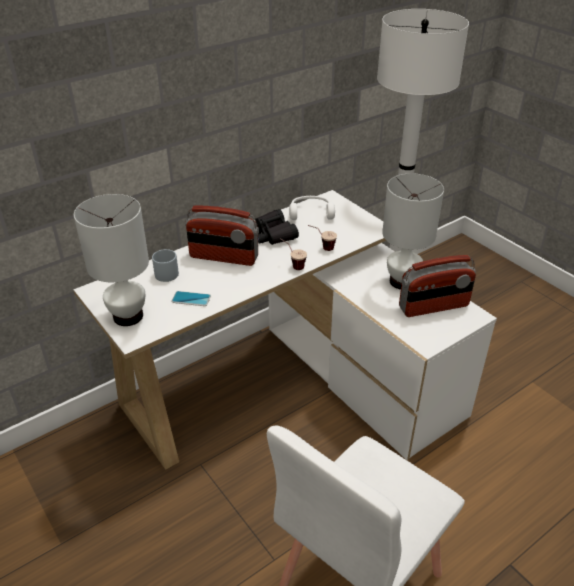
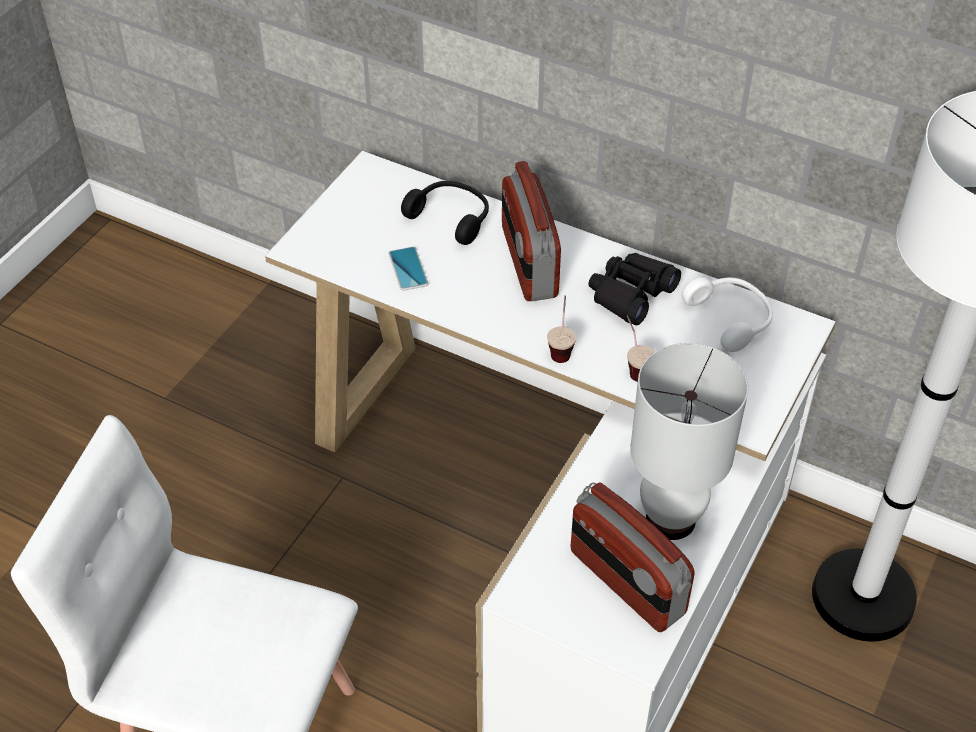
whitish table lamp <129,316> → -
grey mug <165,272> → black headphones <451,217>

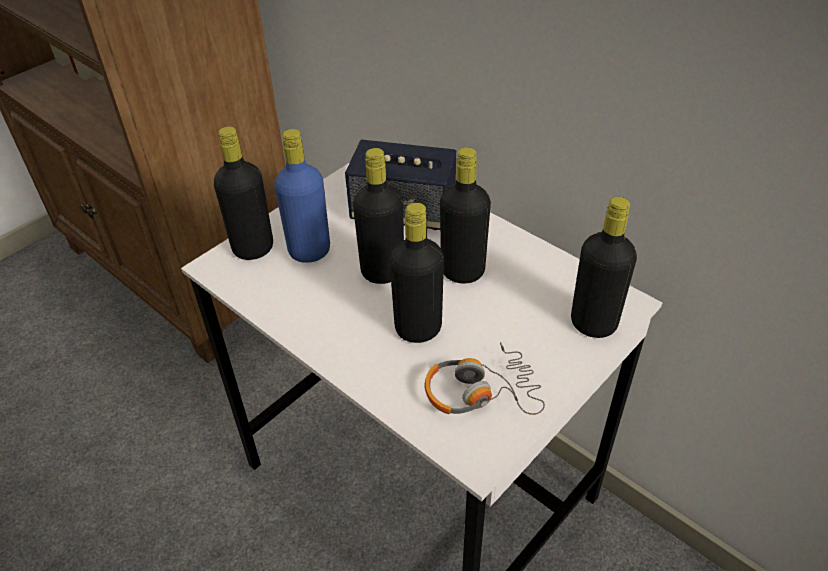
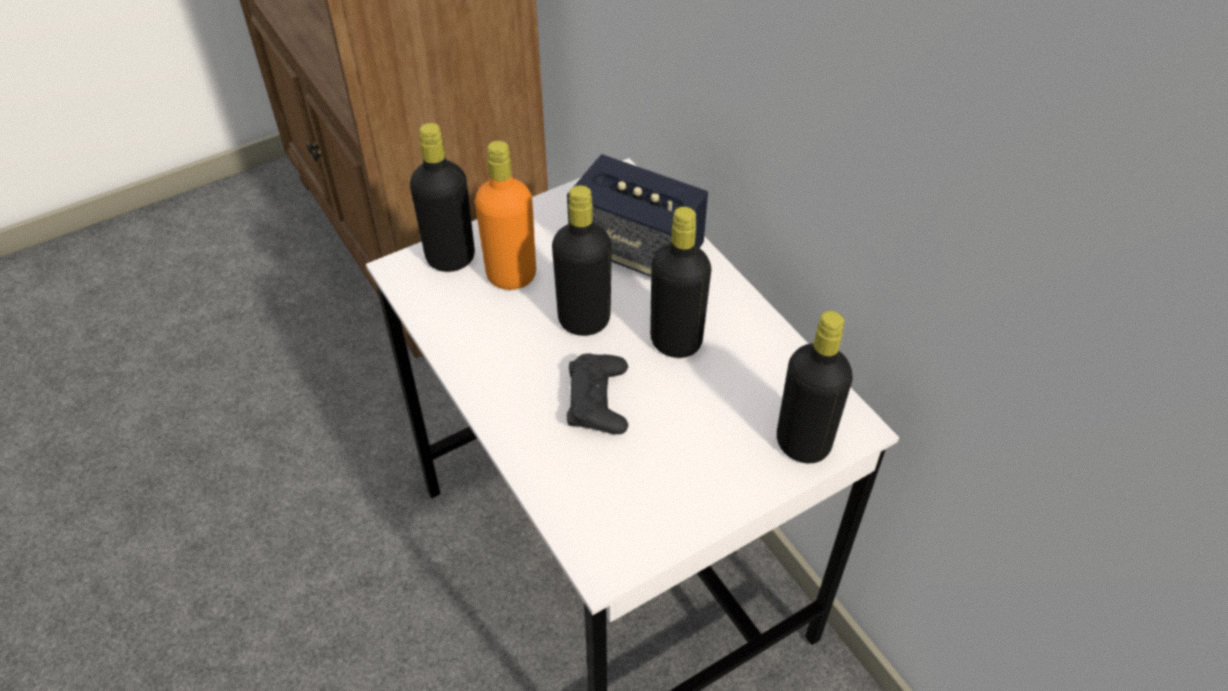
bluish drink bottle <309,251> → orange drink bottle <511,276>
black drink bottle <418,329> → black joypad <598,400>
headphones <480,392> → -

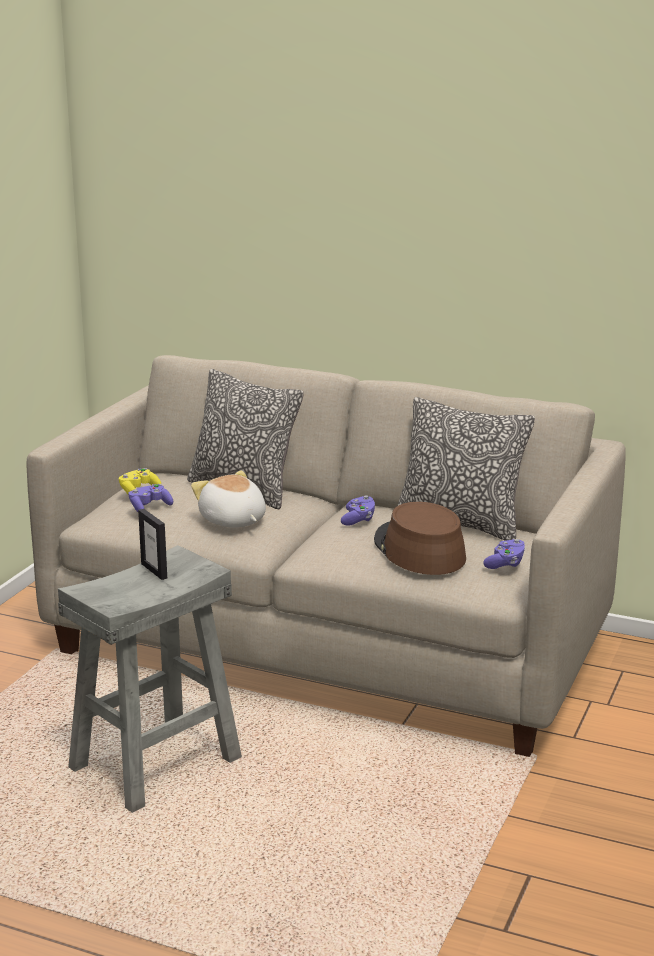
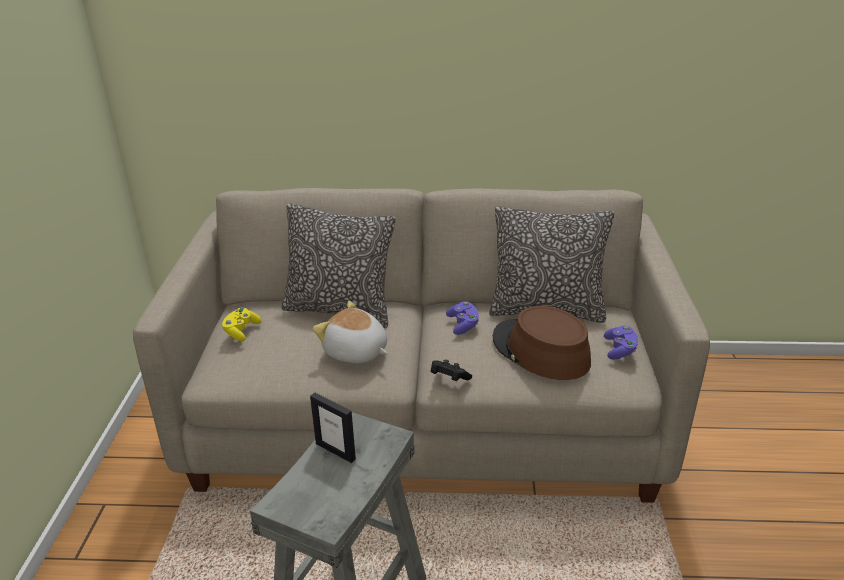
purple-coloured joypad <149,507> → -
- → black joypad <449,378>

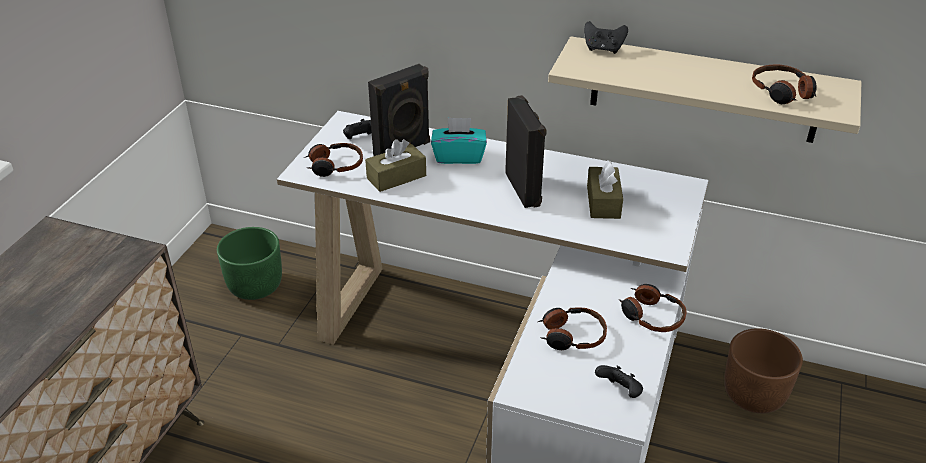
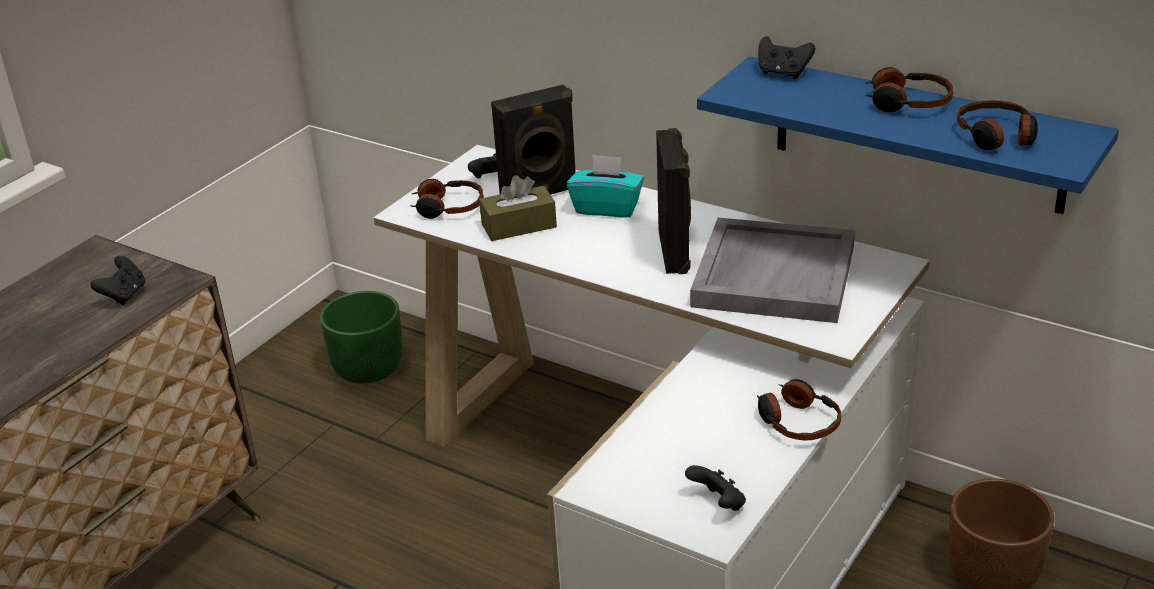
headphones <571,336> → headphones <907,102>, moved
beige-coloured shelf <704,90> → bluish shelf <918,135>
brownish tissue box <603,202> → grey serving tray <773,275>
- → black joypad <124,295>

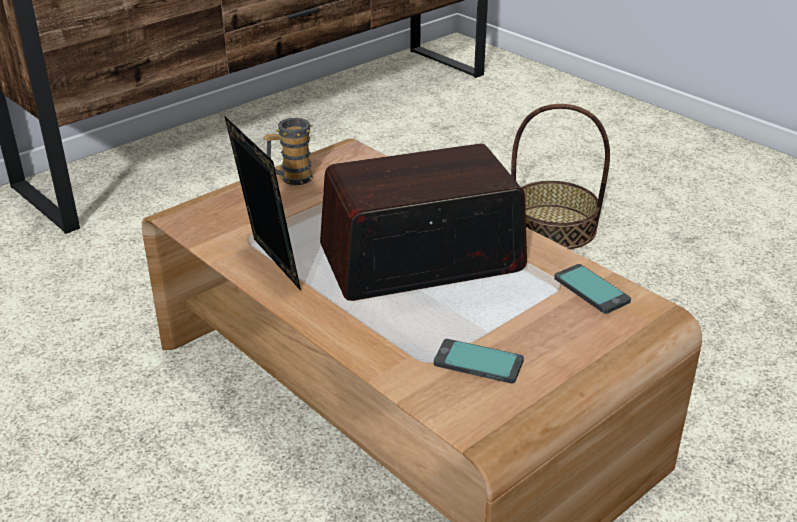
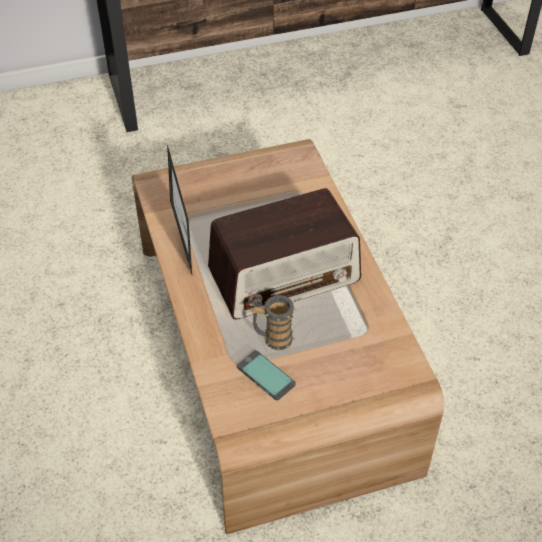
mug <291,178> → mug <273,338>, moved
radio <420,260> → radio <285,275>, 150 degrees clockwise
basket <553,227> → -
handset <591,290> → -

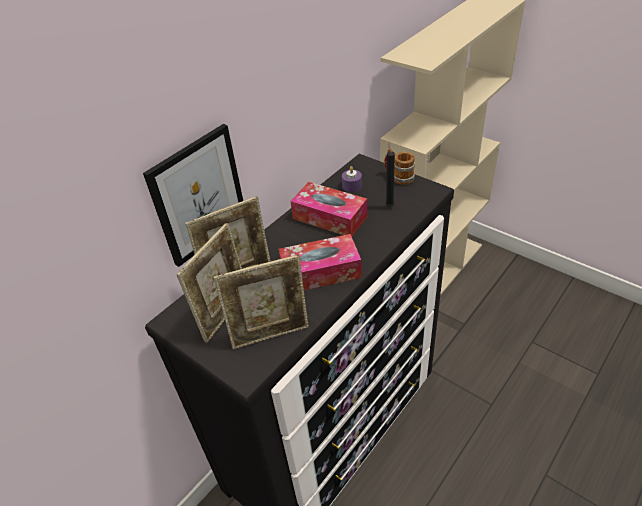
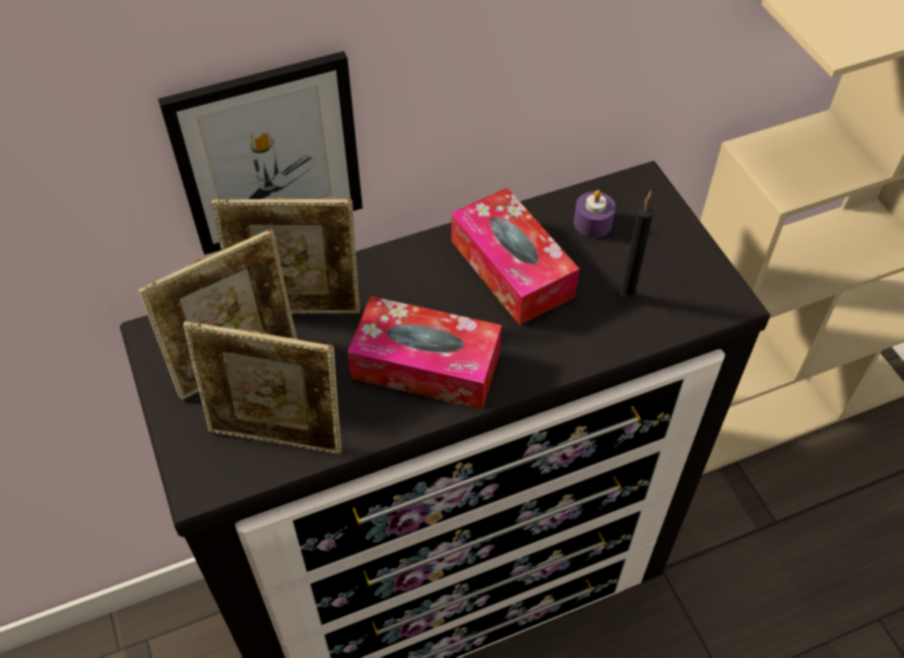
mug <399,177> → -

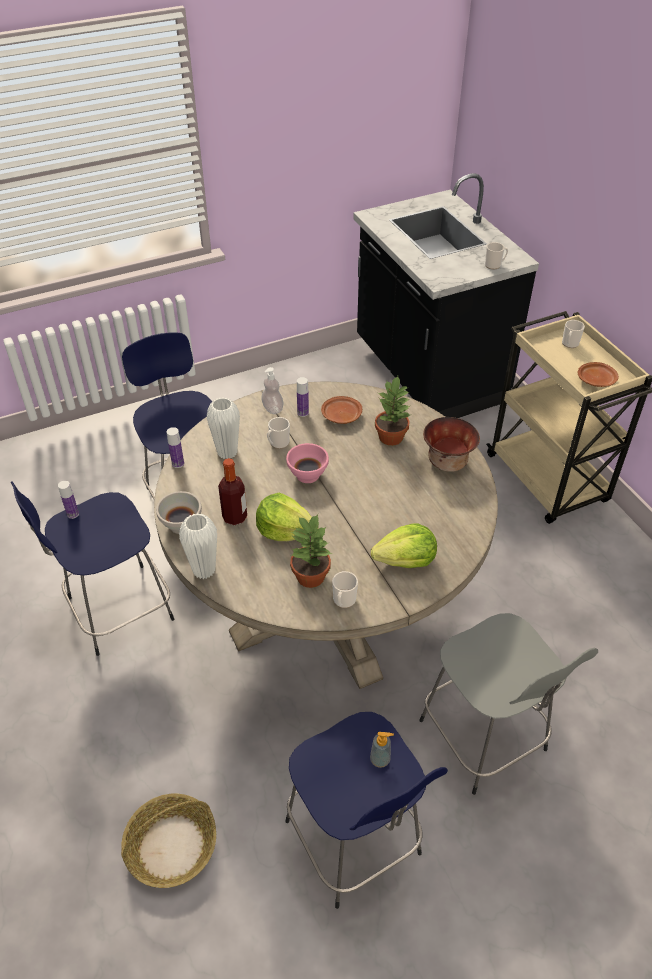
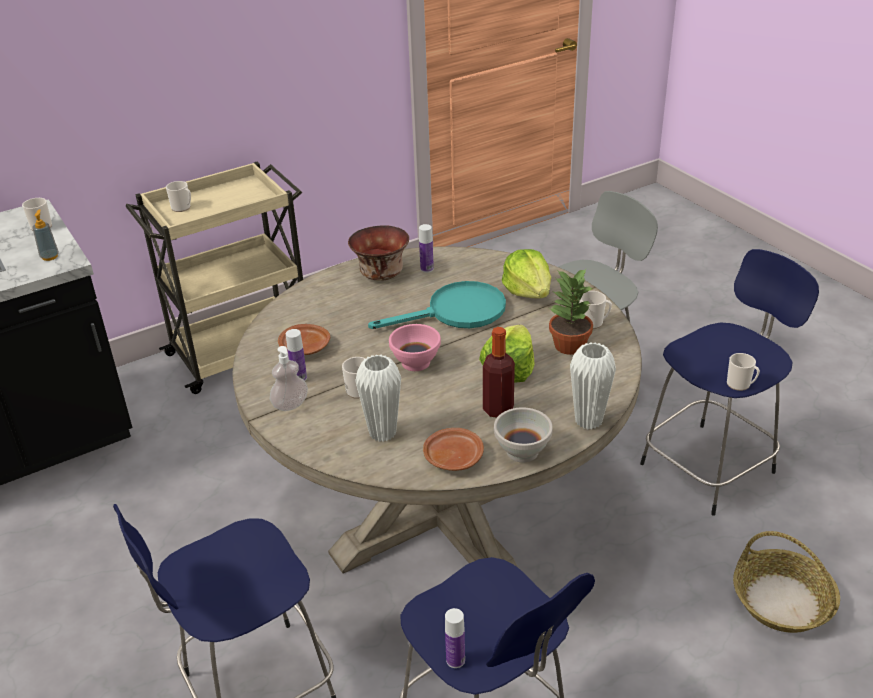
drink bottle <178,463> → drink bottle <427,269>, moved
soap bottle <380,759> → soap bottle <50,256>, moved
potted plant <391,437> → -
brownish plate <596,380> → brownish plate <453,457>, moved
- → blue-green frying pan <456,312>
- → mug <741,385>

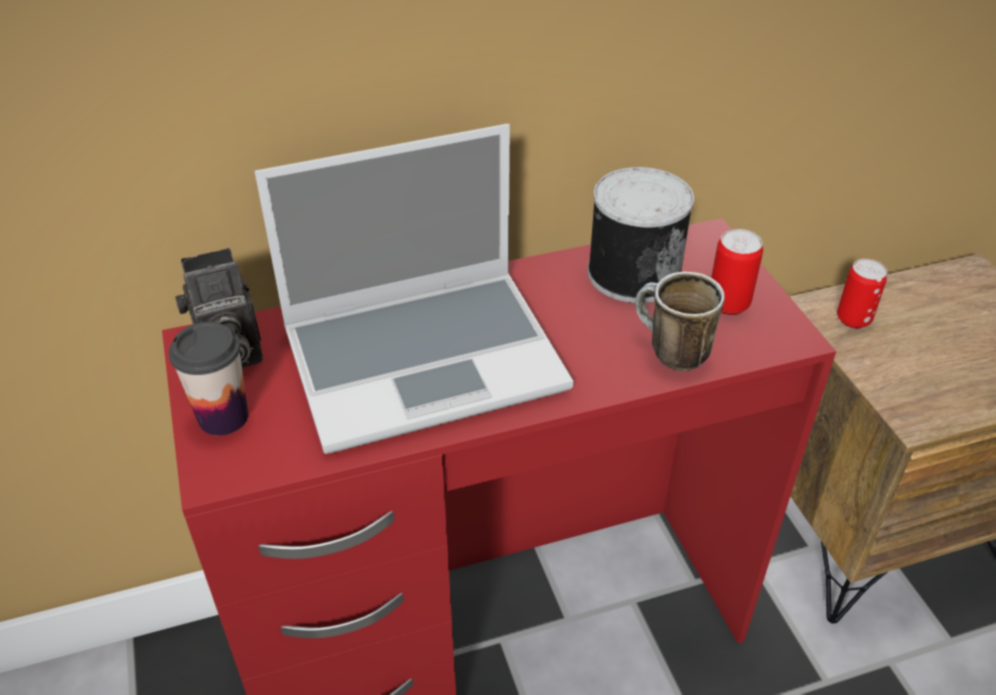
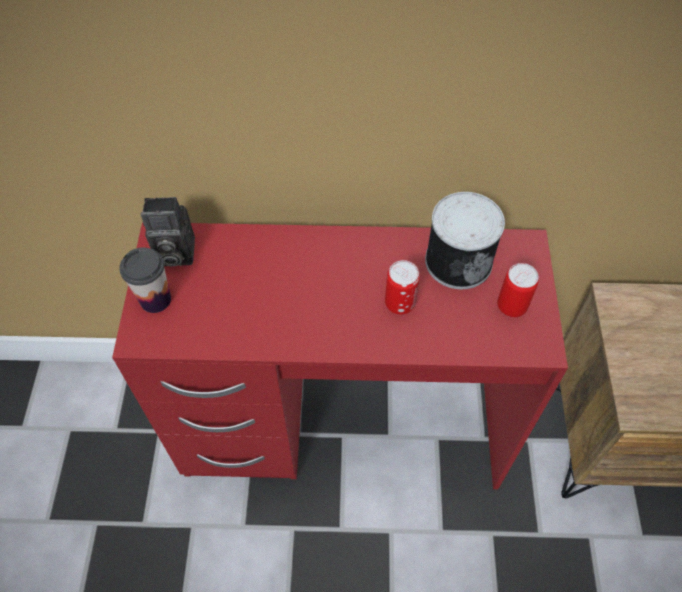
notebook computer <426,358> → -
mug <668,353> → -
can <853,319> → can <400,303>, moved

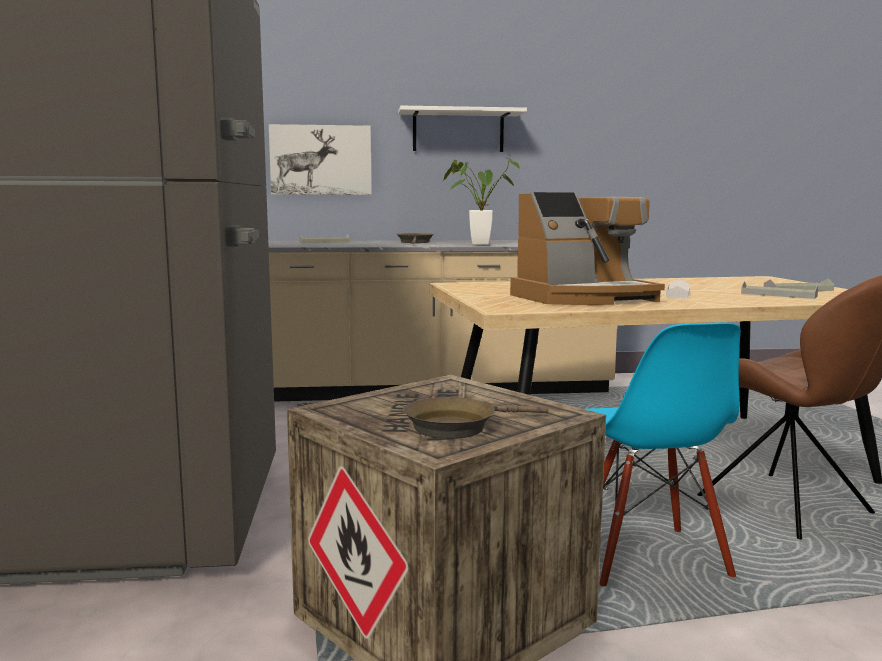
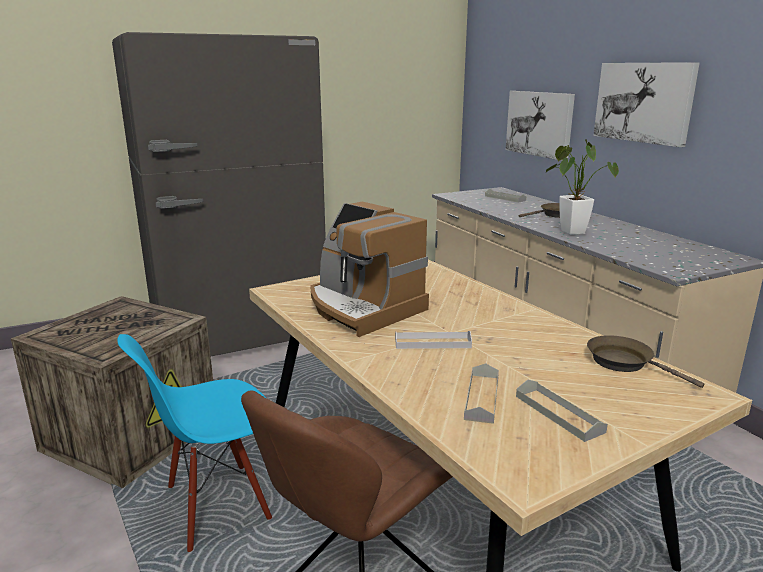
whitish shelf <458,131> → picture <644,102>
brownish frying pan <457,427> → brownish frying pan <624,363>, moved

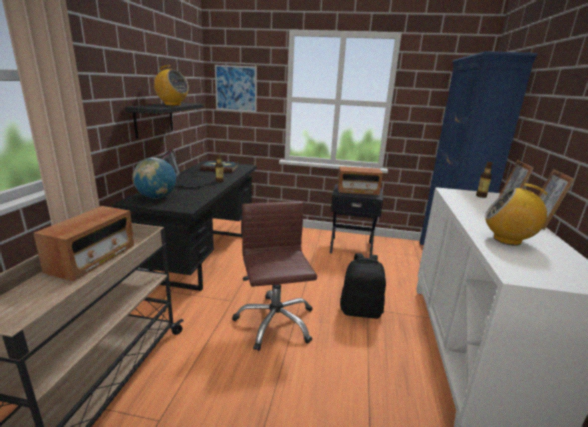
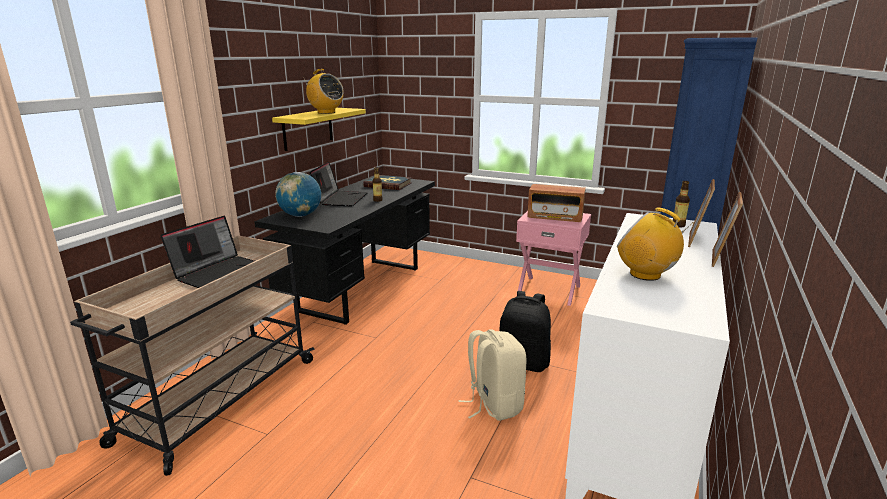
radio <93,260> → notebook computer <220,272>
black shelf <154,119> → yellow shelf <308,128>
picture <236,88> → -
brownish computer chair <275,322> → -
black nightstand <351,247> → pink-coloured nightstand <549,290>
- → beige-coloured rucksack <493,404>

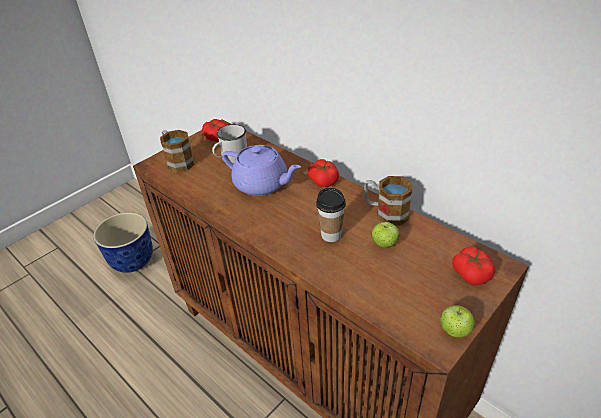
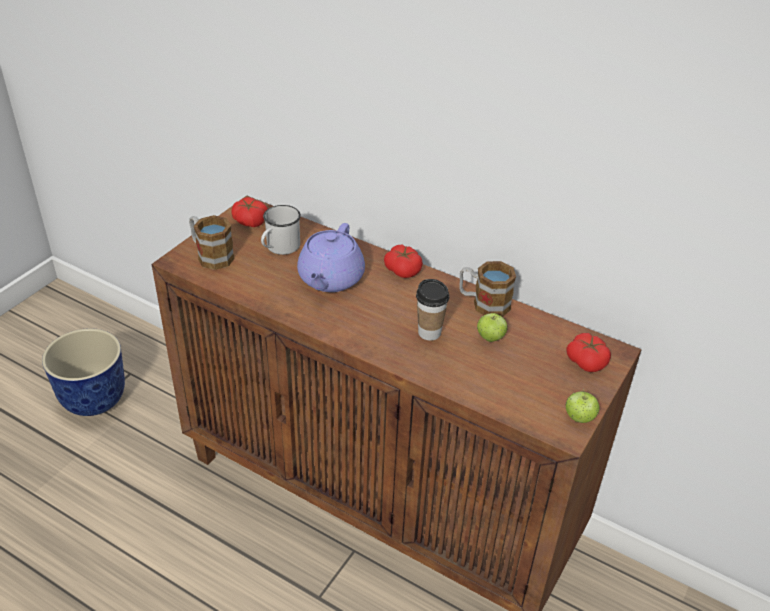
purple-coloured teapot <262,184> → purple-coloured teapot <330,279>, 90 degrees clockwise

